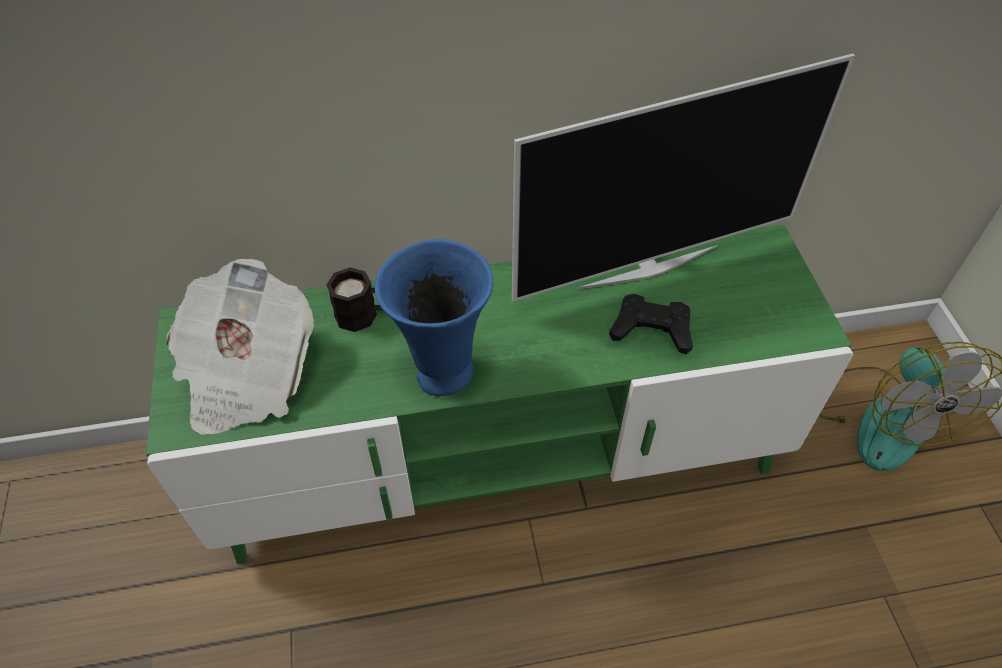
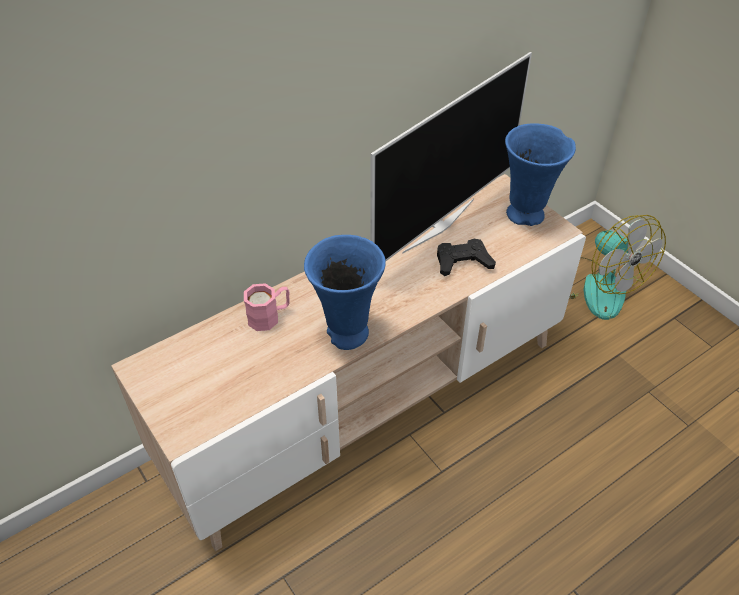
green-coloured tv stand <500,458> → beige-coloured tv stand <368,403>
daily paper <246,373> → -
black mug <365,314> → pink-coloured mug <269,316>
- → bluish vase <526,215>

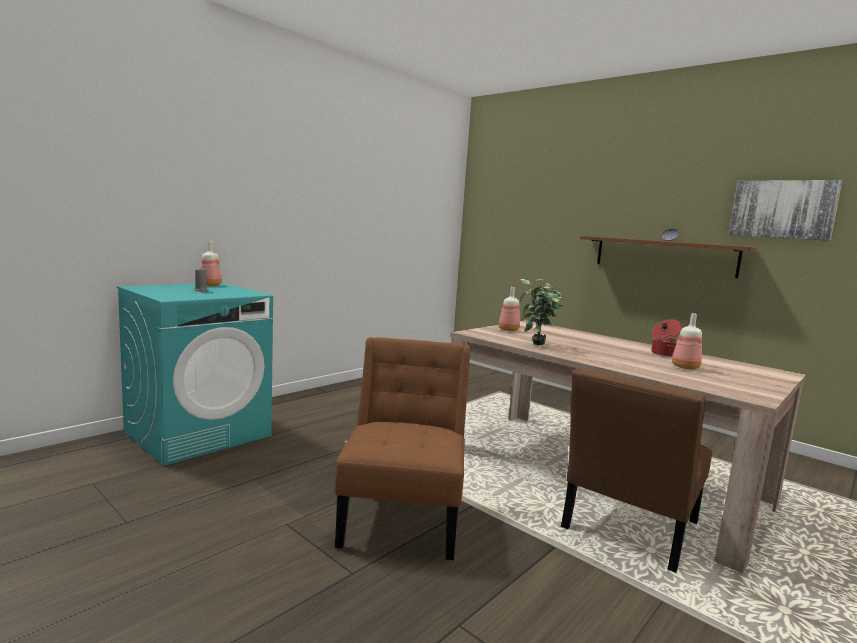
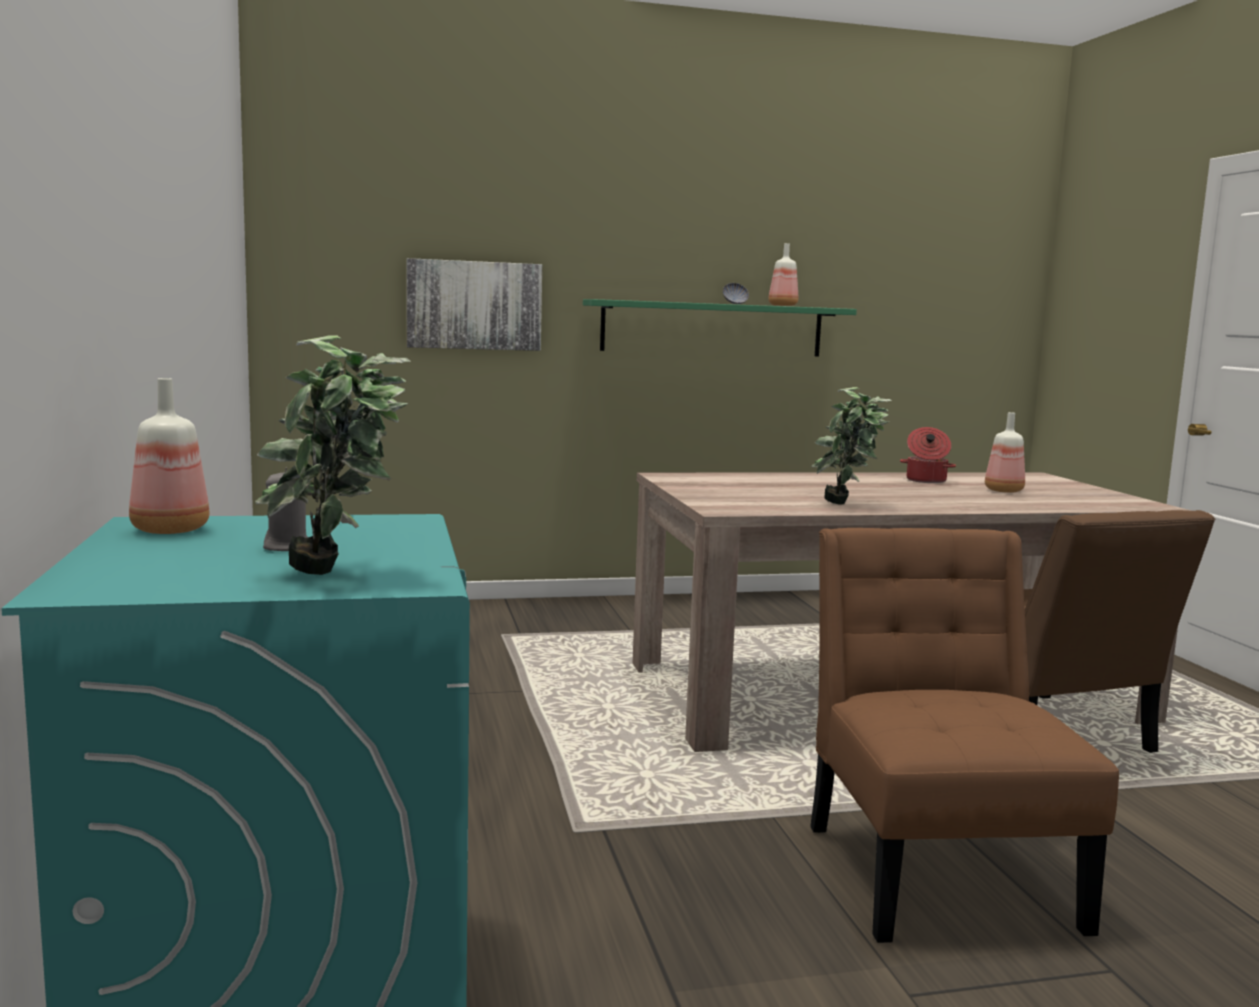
brownish upright chair <403,515> → brownish upright chair <935,868>, 45 degrees clockwise
drink bottle <508,330> → drink bottle <782,306>, moved
brownish shelf <664,256> → green-coloured shelf <712,328>
picture <782,209> → picture <474,305>, moved
- → potted plant <337,575>

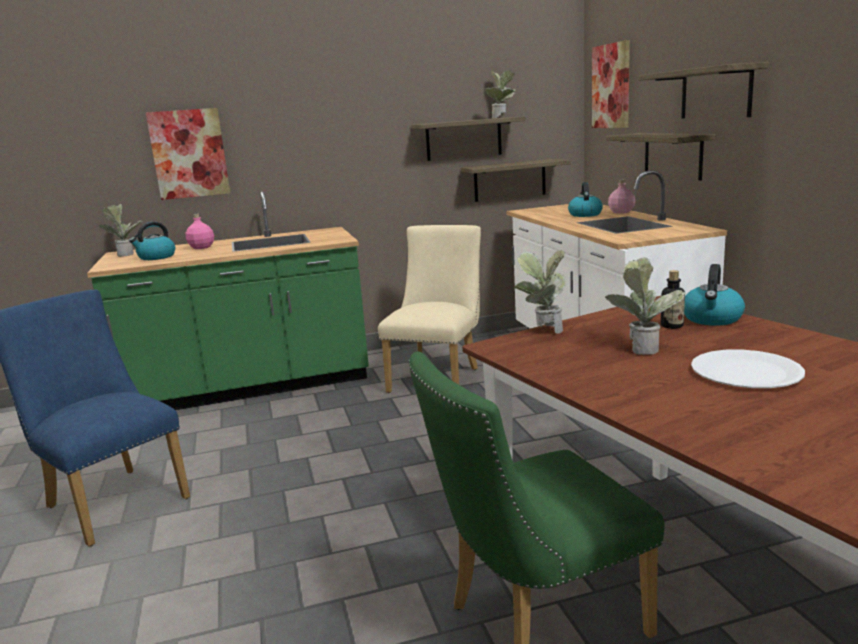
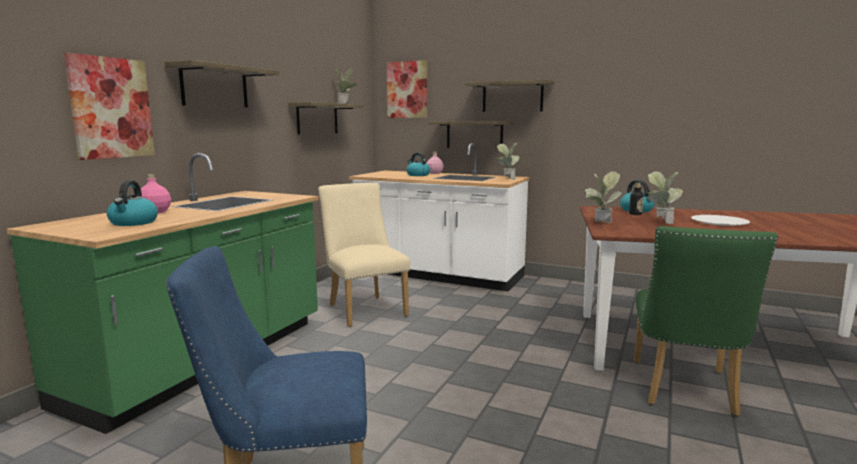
potted plant <126,254> → potted plant <506,179>, moved
shelf <509,180> → shelf <215,87>, moved

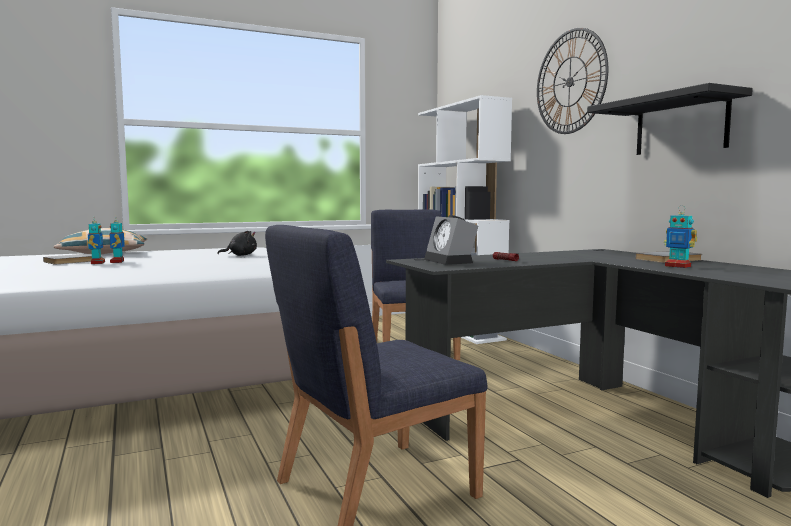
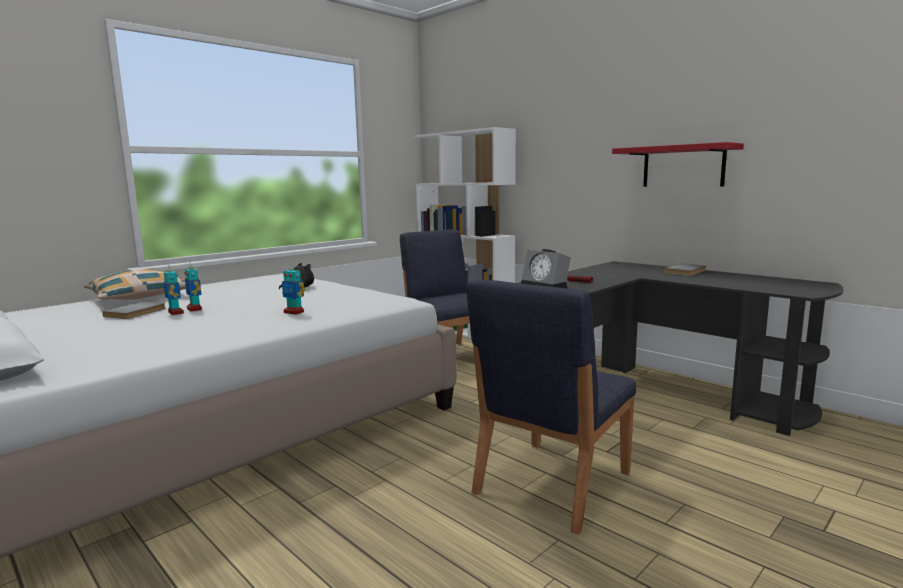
clock on the wall <570,82> → -
black shelf <680,125> → red-coloured shelf <683,166>
robot figure <678,266> → robot figure <294,312>, moved

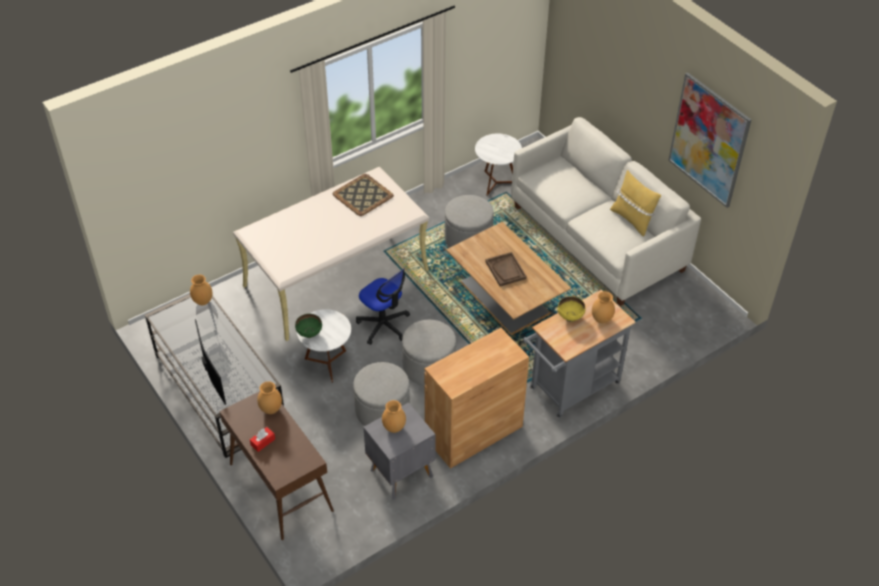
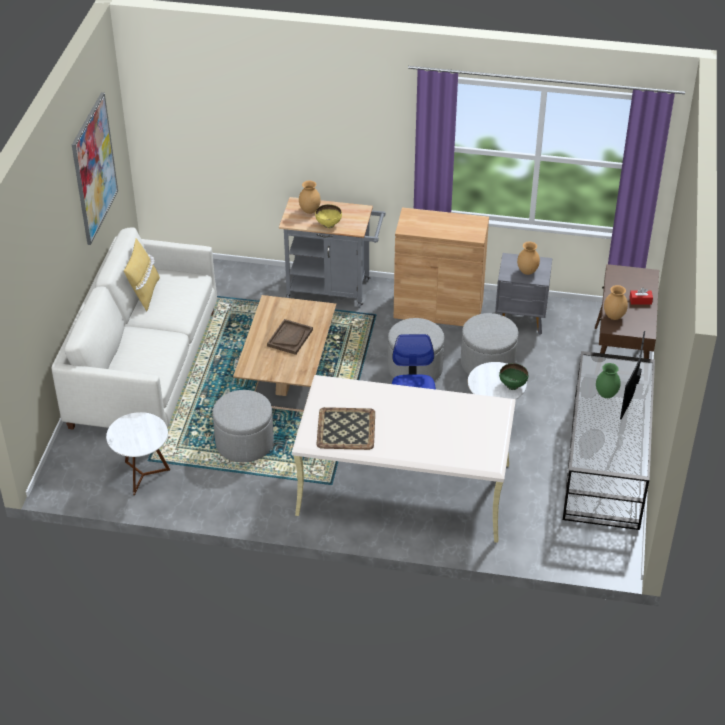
brownish vase <203,301> → -
- → green-coloured vase <606,394>

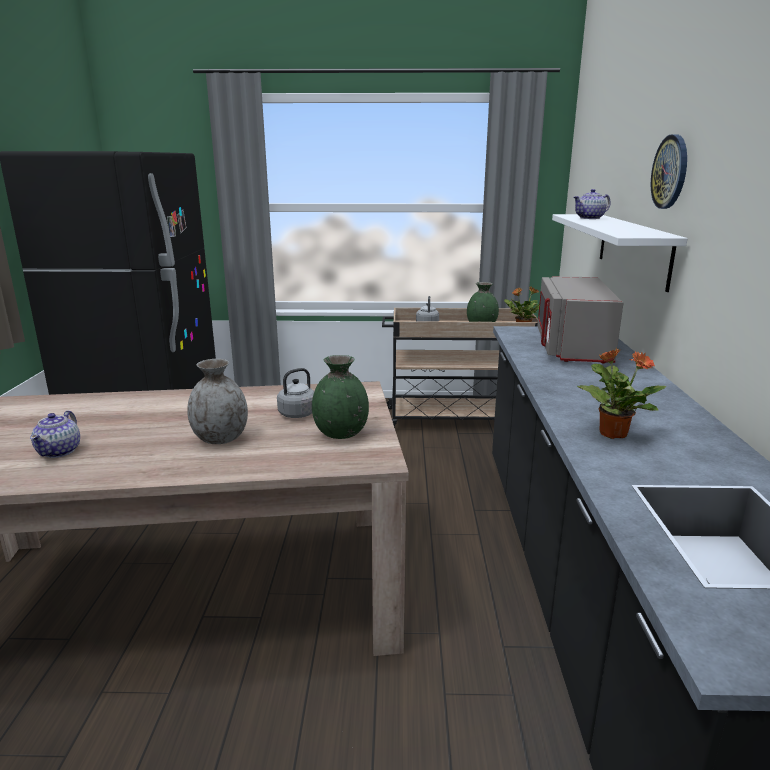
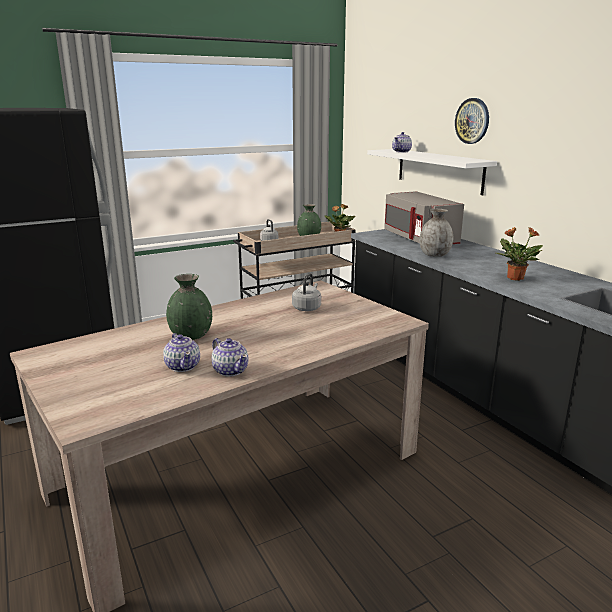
grey vase <220,439> → grey vase <434,255>, moved
green-coloured vase <341,434> → green-coloured vase <191,336>, moved
- → teapot <230,370>

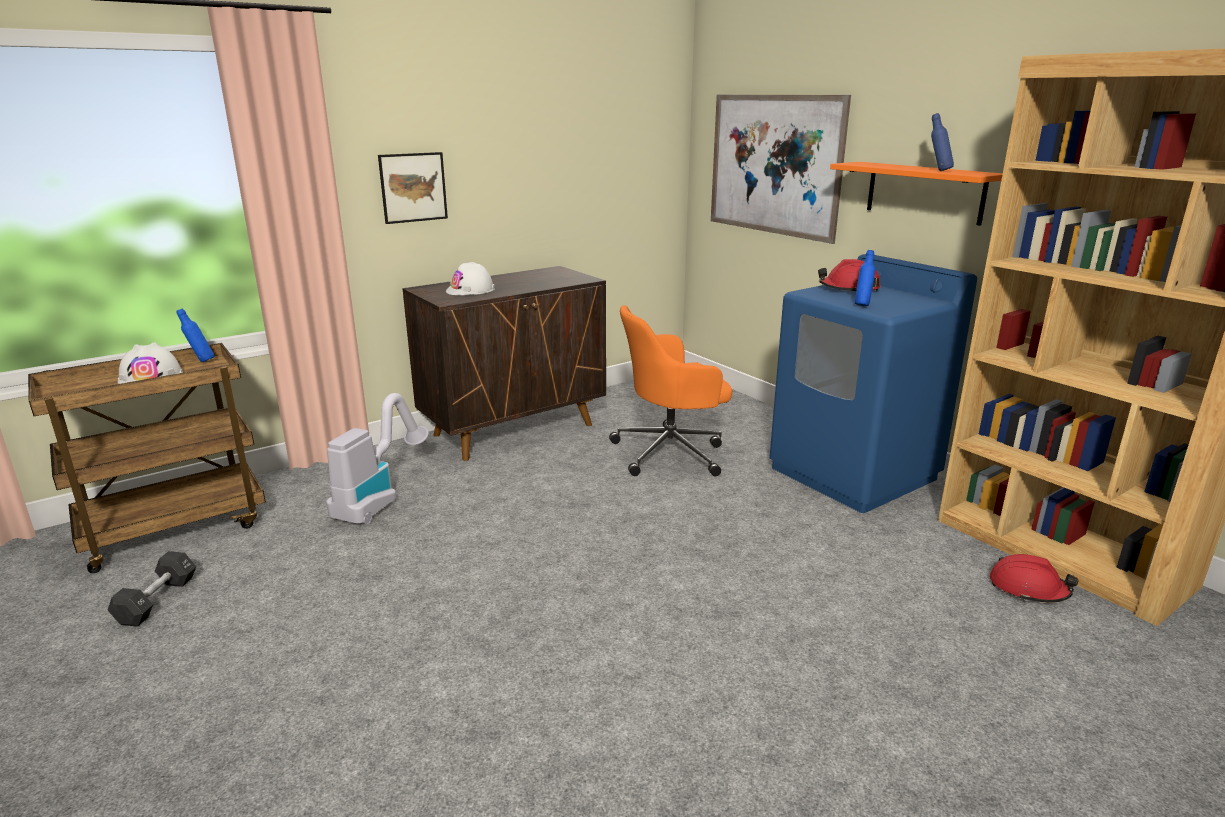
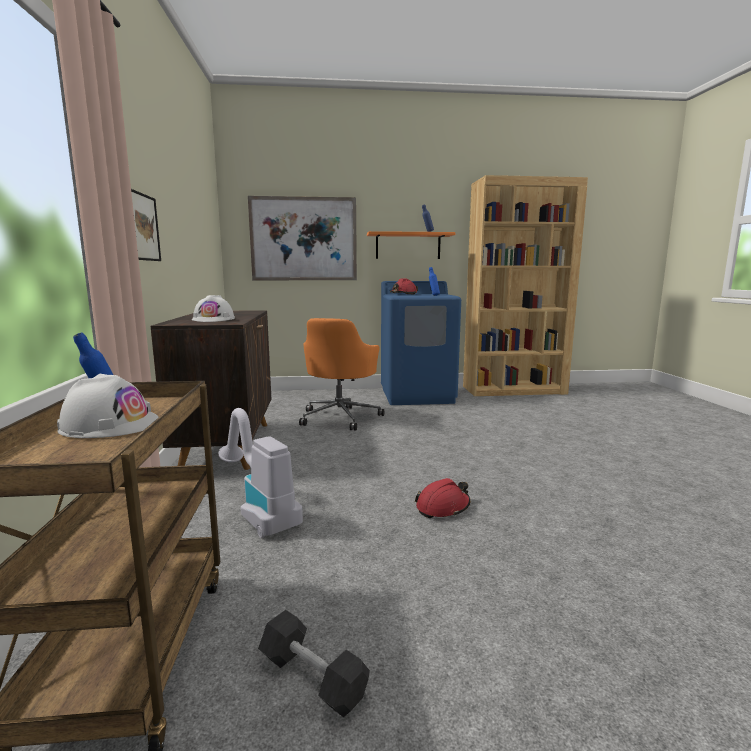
red-coloured safety helmet <1028,589> → red-coloured safety helmet <443,507>, moved

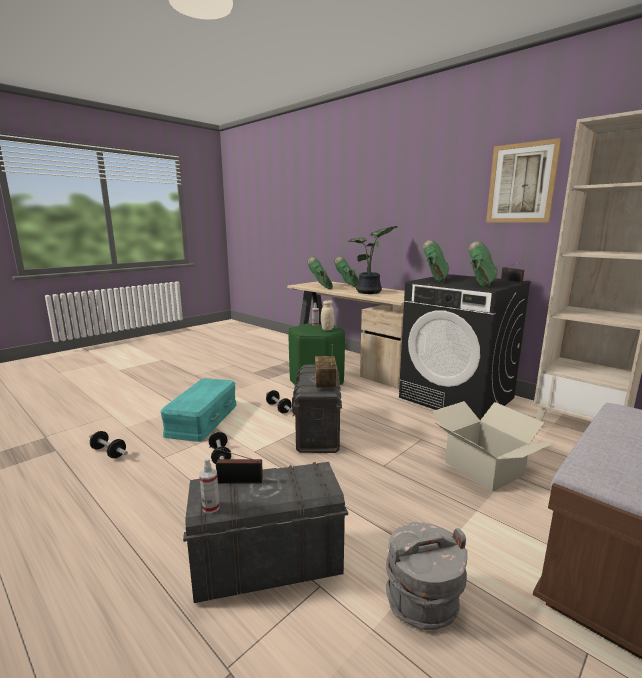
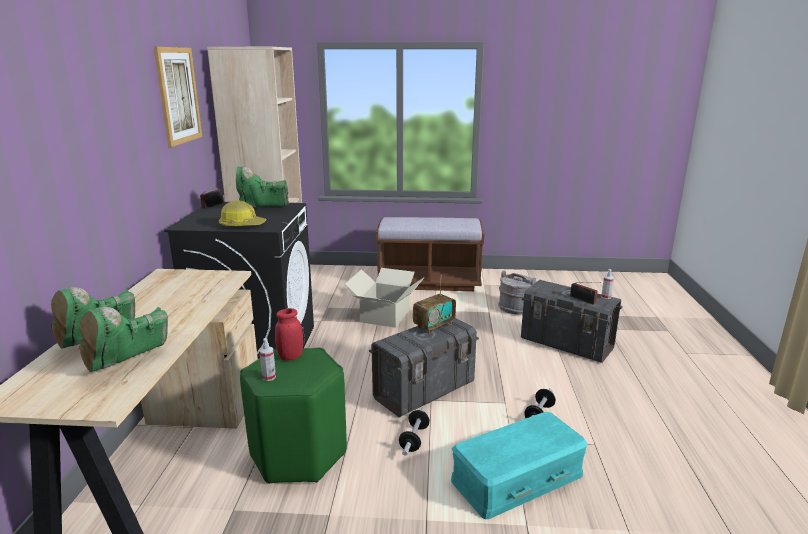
hand weight <109,452> → -
beige-coloured preserve jar <327,329> → red-coloured preserve jar <290,356>
potted plant <370,292> → -
green-coloured boot <435,279> → safety helmet <242,225>

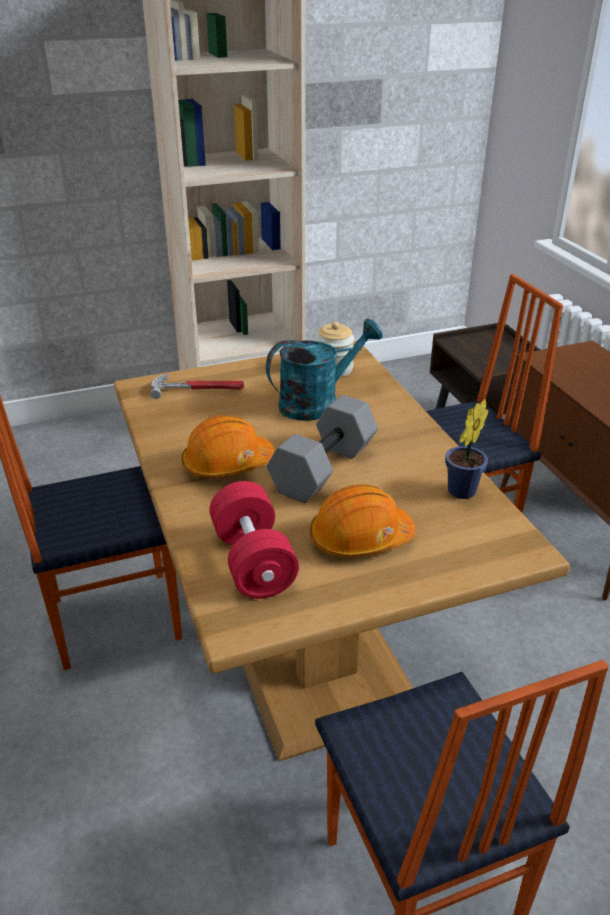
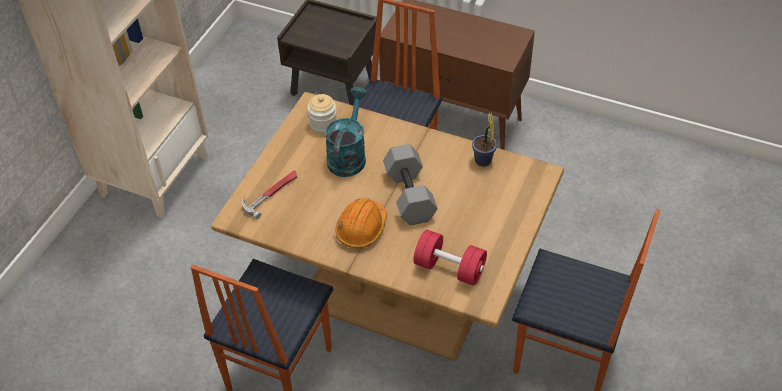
orange safety helmet <360,538> → -

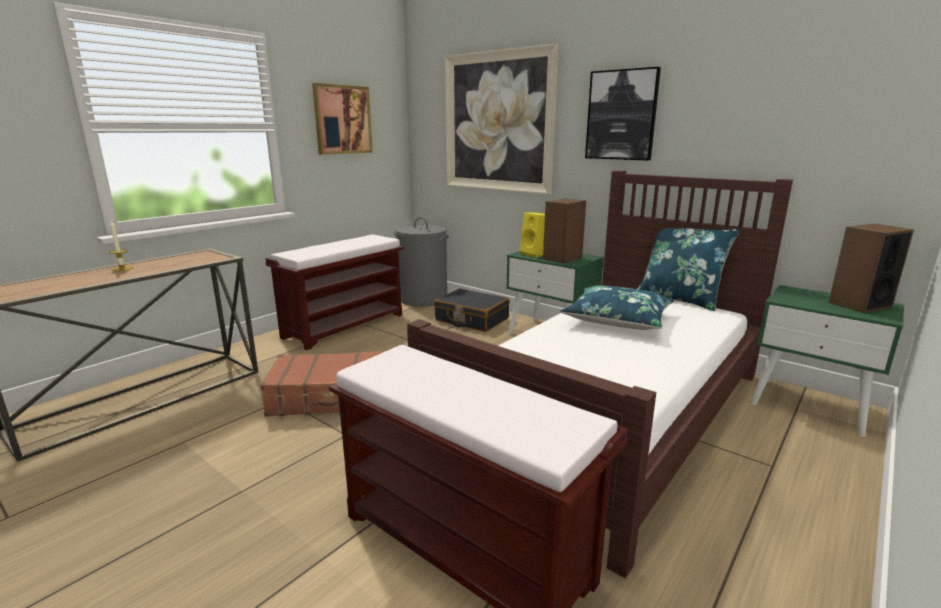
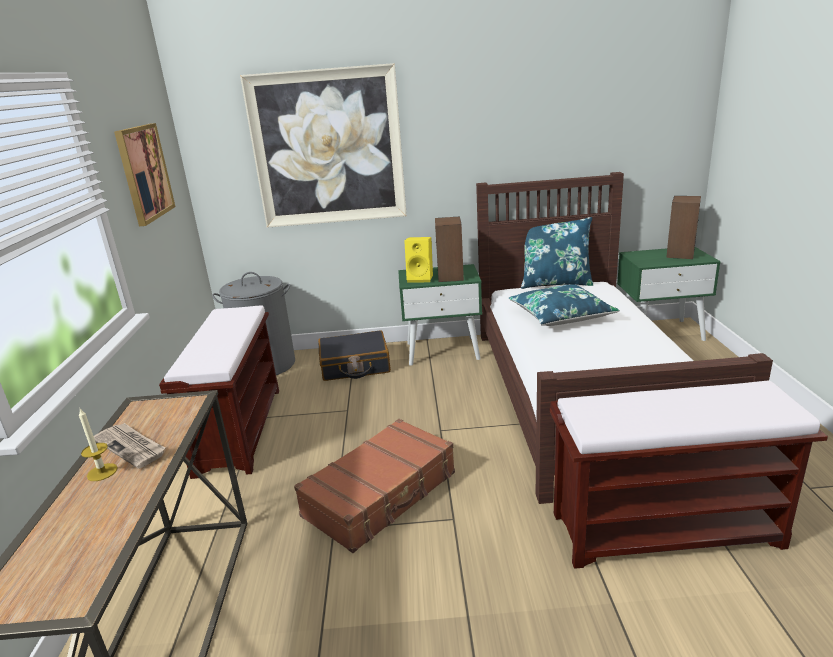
picture <621,115> → -
- → daily paper <131,447>

